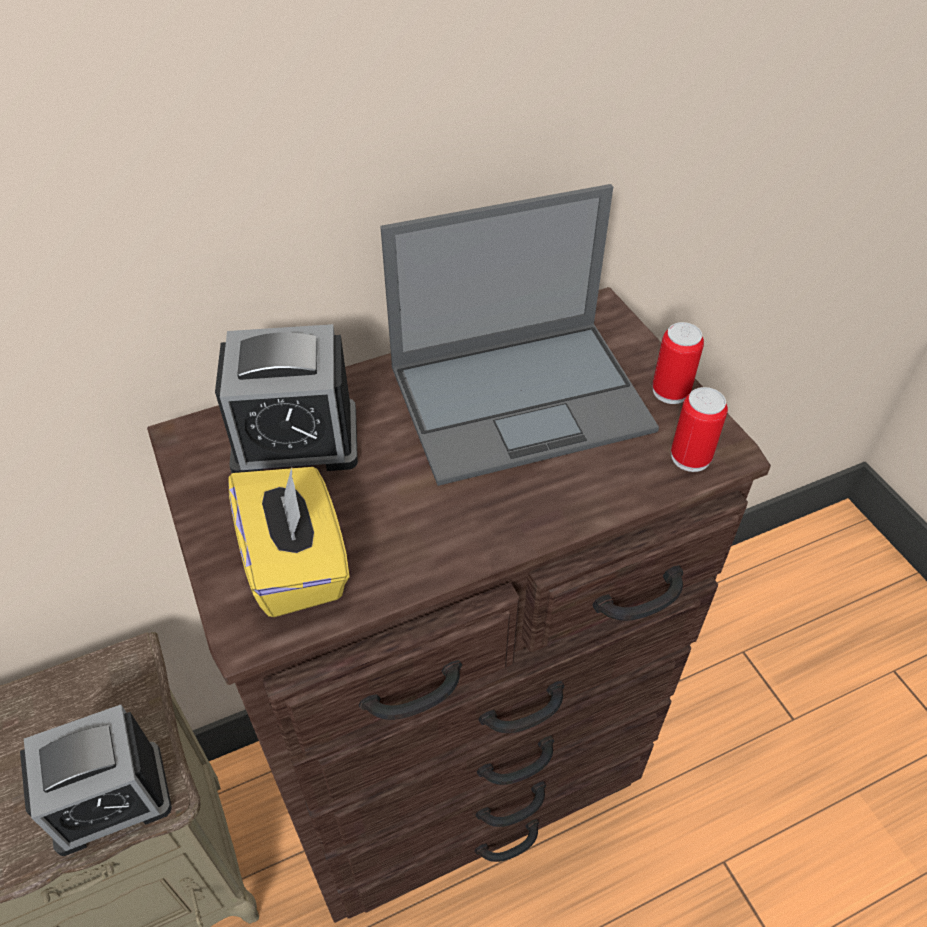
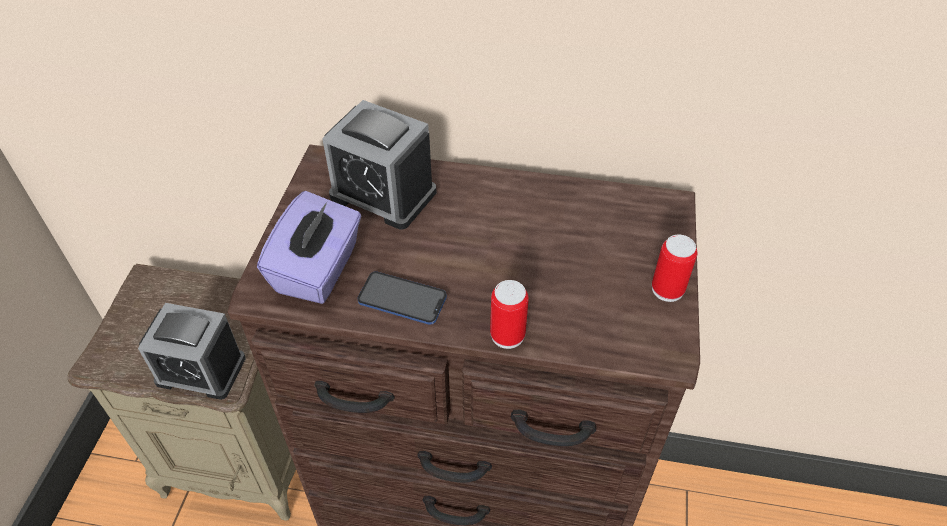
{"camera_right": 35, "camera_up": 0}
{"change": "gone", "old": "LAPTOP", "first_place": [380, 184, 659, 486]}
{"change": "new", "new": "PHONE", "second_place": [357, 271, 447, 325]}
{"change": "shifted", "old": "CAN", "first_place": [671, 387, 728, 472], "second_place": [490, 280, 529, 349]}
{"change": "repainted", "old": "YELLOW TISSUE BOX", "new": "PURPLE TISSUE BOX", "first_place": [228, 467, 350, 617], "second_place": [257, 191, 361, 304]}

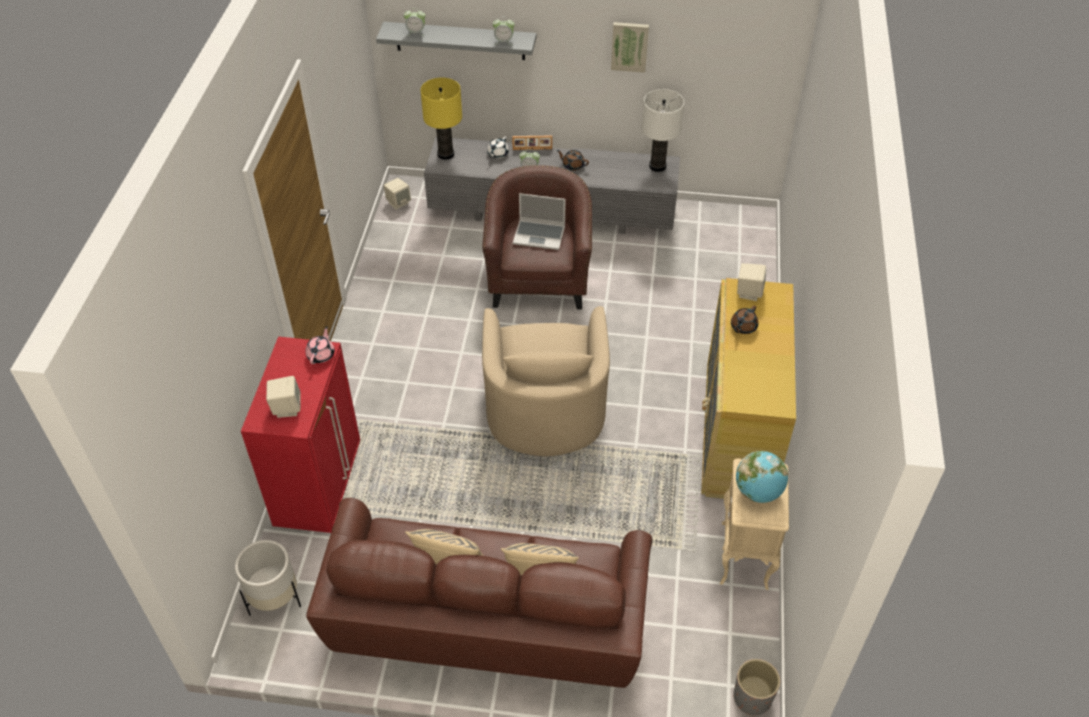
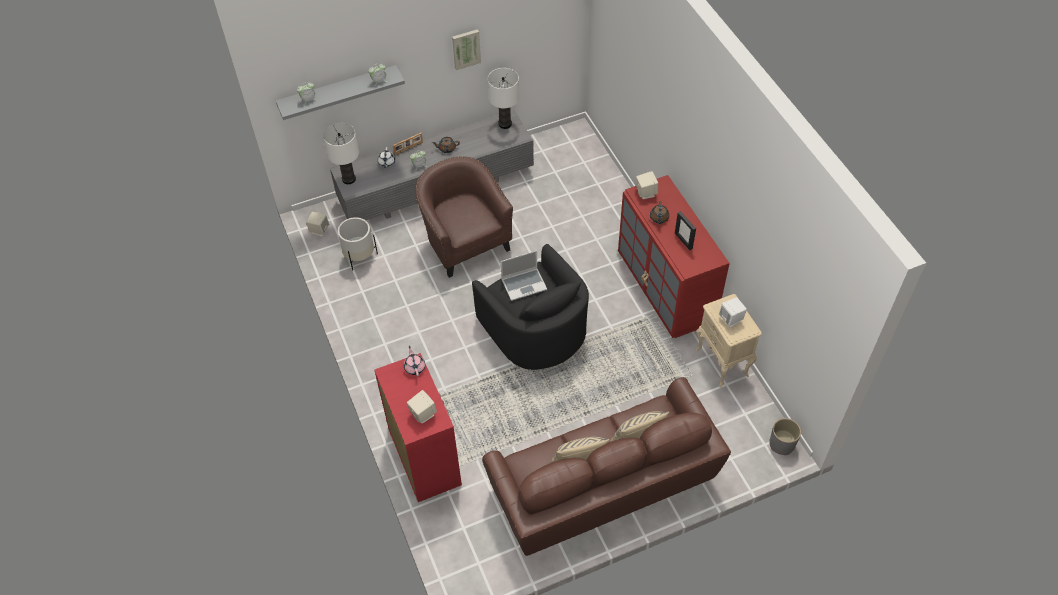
{"camera_right": -30, "camera_up": 5}
{"change": "new", "new": "PICTURE FRAME", "second_place": [675, 211, 696, 250]}
{"change": "shifted", "old": "WHITE PLANTER", "first_place": [235, 540, 301, 615], "second_place": [338, 217, 378, 271]}
{"change": "shifted", "old": "LAPTOP", "first_place": [513, 193, 566, 250], "second_place": [501, 250, 547, 301]}
{"change": "swapped", "old": "GLOBE", "new": "WHITE SPEAKER", "first_place": [736, 451, 788, 503], "second_place": [719, 297, 747, 327]}
{"change": "repainted", "old": "YELLOW TABLE LAMP", "new": "WHITE TABLE LAMP", "first_place": [421, 77, 462, 160], "second_place": [323, 123, 359, 184]}
{"change": "repainted", "old": "BEIGE ARMCHAIR", "new": "BLACK ARMCHAIR", "first_place": [482, 306, 610, 456], "second_place": [472, 244, 589, 370]}
{"change": "repainted", "old": "YELLOW CABINET", "new": "RED CABINET", "first_place": [701, 278, 796, 499], "second_place": [618, 175, 730, 338]}

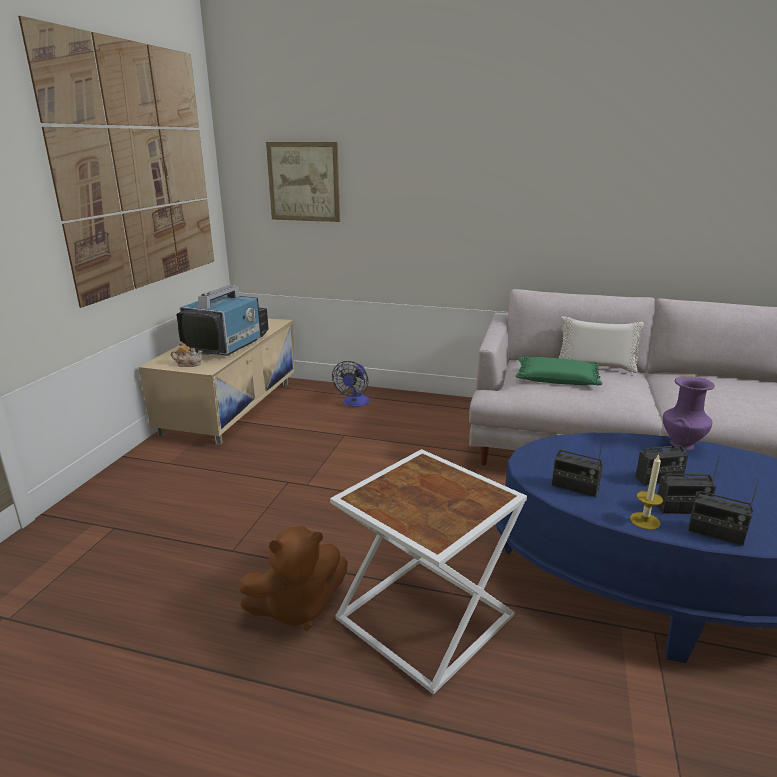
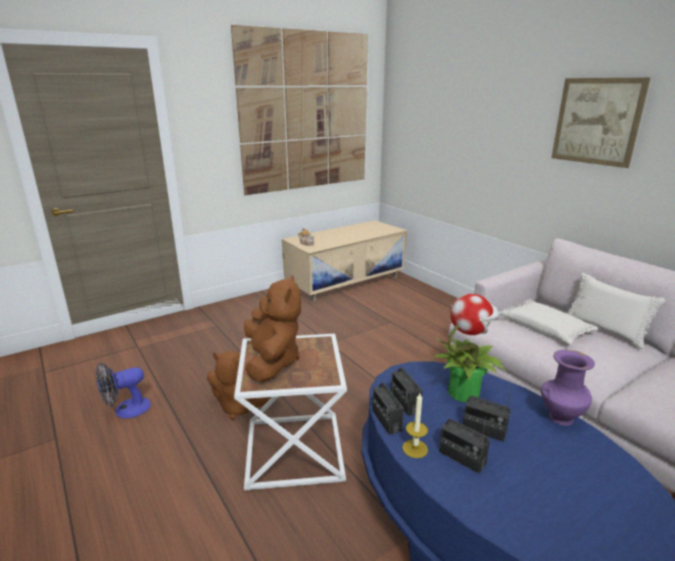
{"camera_right": 40, "camera_up": 0}
{"change": "gone", "old": "TELEVISION", "first_place": [177, 285, 269, 356]}
{"change": "new", "new": "BROWN PLUSH TOY", "second_place": [244, 274, 301, 383]}
{"change": "new", "new": "POTTED PLANT", "second_place": [433, 294, 506, 402]}
{"change": "shifted", "old": "PICTURE", "first_place": [266, 142, 340, 222], "second_place": [552, 78, 650, 168]}
{"change": "shifted", "old": "FAN", "first_place": [332, 361, 370, 407], "second_place": [96, 363, 151, 419]}
{"change": "shifted", "old": "RADIO", "first_place": [688, 479, 759, 546], "second_place": [372, 382, 404, 435]}
{"change": "repainted", "old": "GREEN PILLOW", "new": "WHITE PILLOW", "first_place": [515, 356, 603, 385], "second_place": [499, 299, 598, 344]}

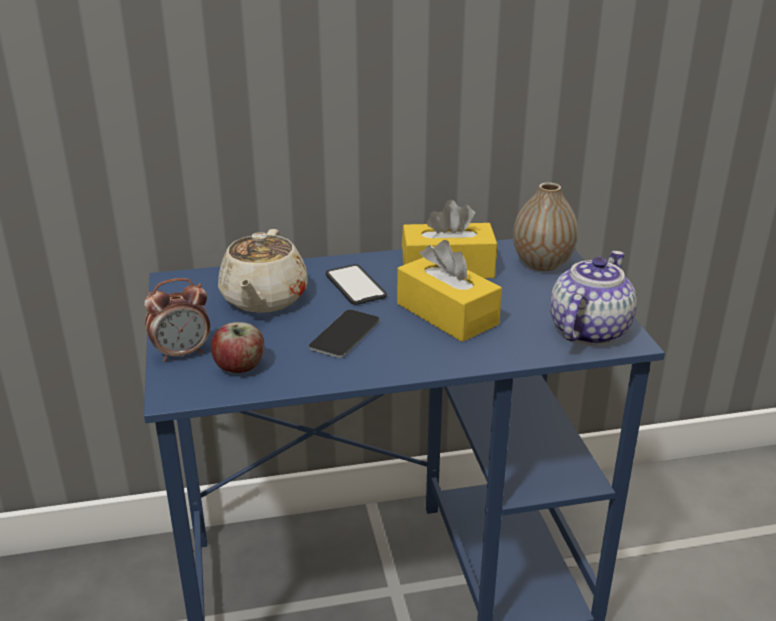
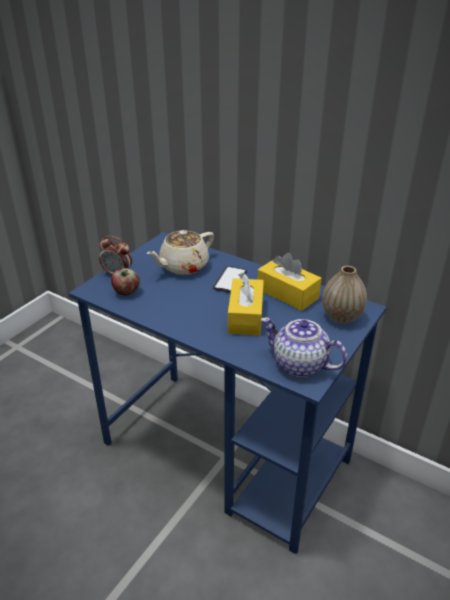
{"camera_right": 45, "camera_up": 5}
{"change": "gone", "old": "PHONE", "first_place": [309, 310, 379, 358]}
{"change": "rotated", "old": "TEAPOT", "first_place": [550, 251, 637, 345], "second_place": [261, 317, 347, 377], "degrees": -135}

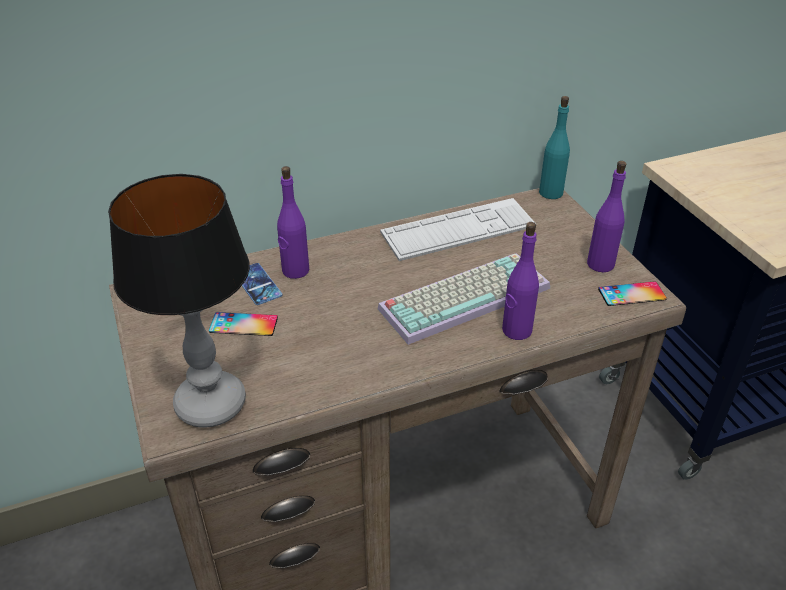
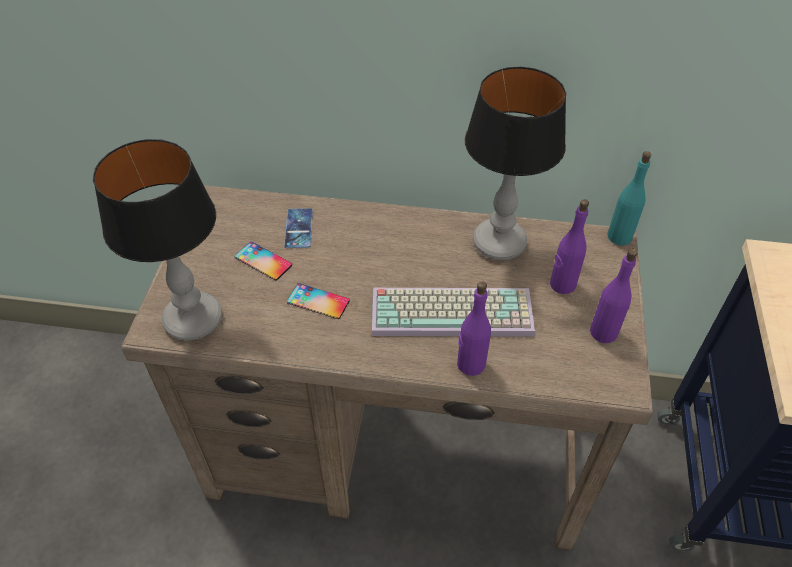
{"camera_right": 30, "camera_up": 10}
{"change": "shifted", "old": "PURPLE BOTTLE", "first_place": [277, 166, 309, 279], "second_place": [550, 199, 589, 294]}
{"change": "shifted", "old": "PHONE", "first_place": [598, 281, 667, 306], "second_place": [287, 283, 350, 319]}
{"change": "swapped", "old": "KEYBOARD", "new": "TABLE LAMP", "first_place": [380, 198, 536, 261], "second_place": [465, 67, 566, 260]}

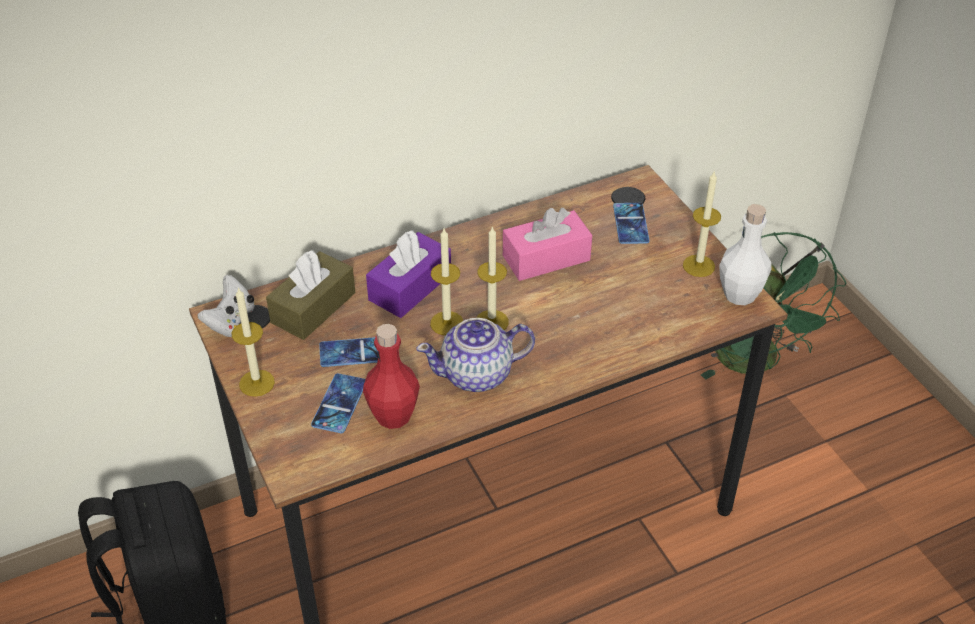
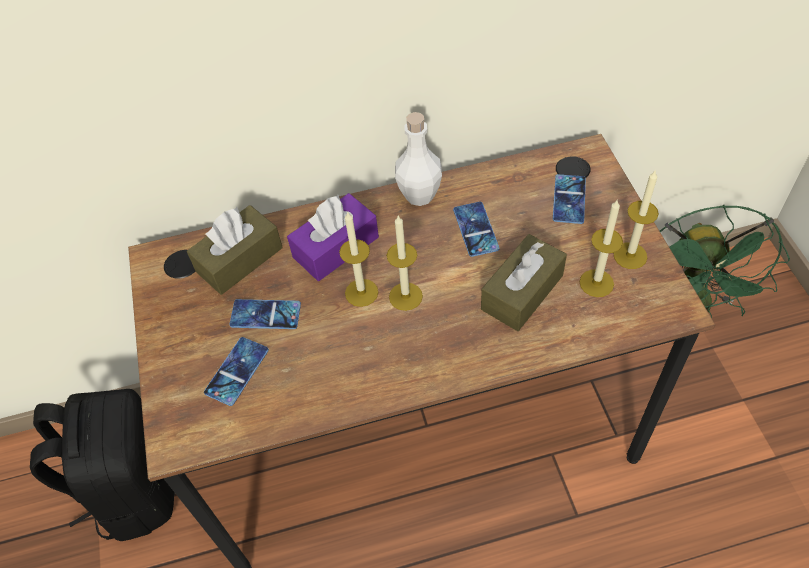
{"camera_right": 15, "camera_up": 10}
{"change": "gone", "old": "WHITE GAME CONTROLLER", "first_place": [197, 275, 255, 337]}
{"change": "gone", "old": "RED BOTTLE", "first_place": [363, 324, 420, 429]}
{"change": "gone", "old": "TEAPOT", "first_place": [416, 318, 535, 392]}
{"change": "new", "new": "BROWN TISSUE BOX", "second_place": [481, 234, 567, 331]}
{"change": "shifted", "old": "CANDLE", "first_place": [231, 287, 275, 397], "second_place": [580, 199, 623, 297]}
{"change": "shifted", "old": "WHITE BOTTLE", "first_place": [719, 204, 772, 305], "second_place": [395, 112, 442, 206]}
{"change": "swapped", "old": "PINK TISSUE BOX", "new": "PHONE", "first_place": [503, 208, 592, 281], "second_place": [453, 202, 499, 257]}

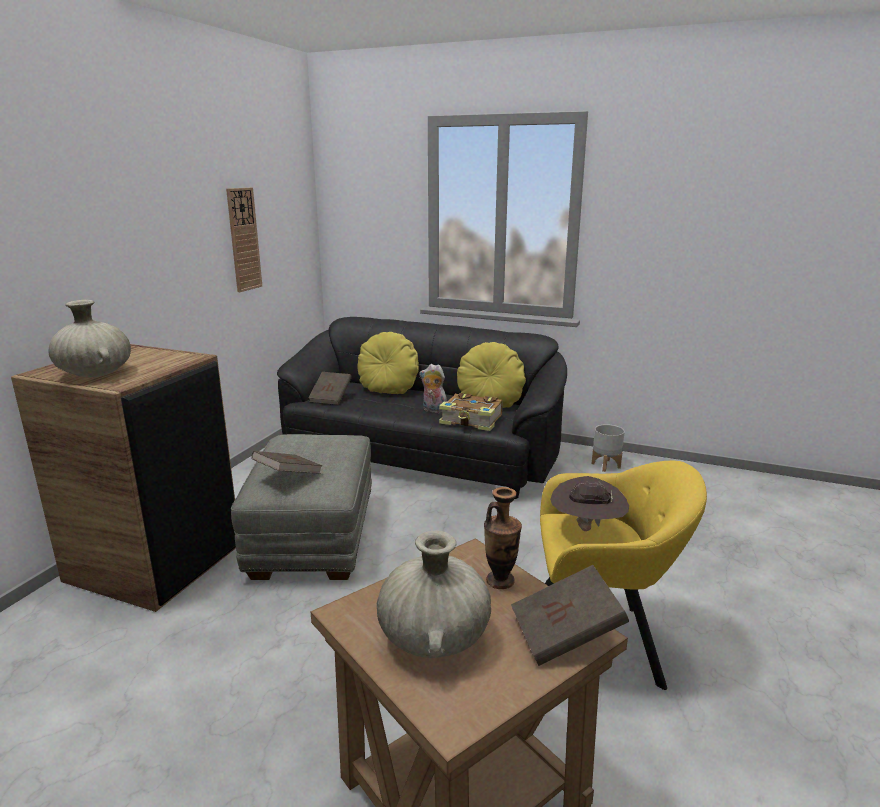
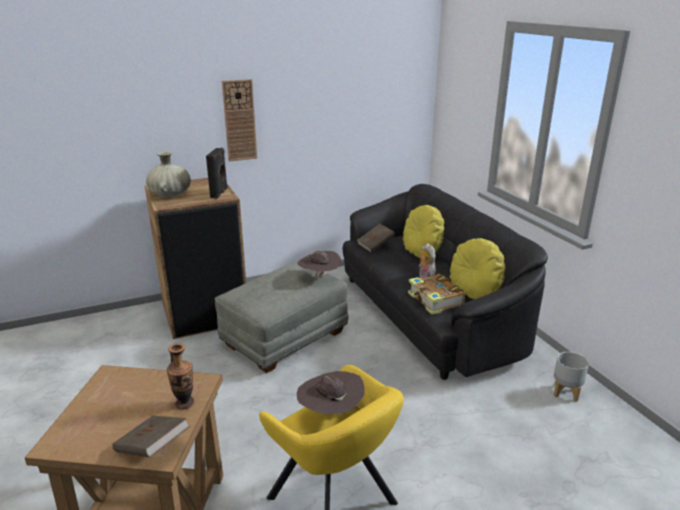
{"camera_right": 45, "camera_up": 5}
{"change": "gone", "old": "BROWN BOOK", "first_place": [252, 451, 323, 474]}
{"change": "gone", "old": "BEIGE VASE", "first_place": [377, 531, 491, 658]}
{"change": "new", "new": "BLACK SPEAKER", "second_place": [206, 148, 228, 199]}
{"change": "new", "new": "BROWN HAT", "second_place": [297, 250, 341, 278]}
{"change": "shifted", "old": "WALL CLOCK", "first_place": [226, 188, 262, 292], "second_place": [222, 79, 257, 162]}

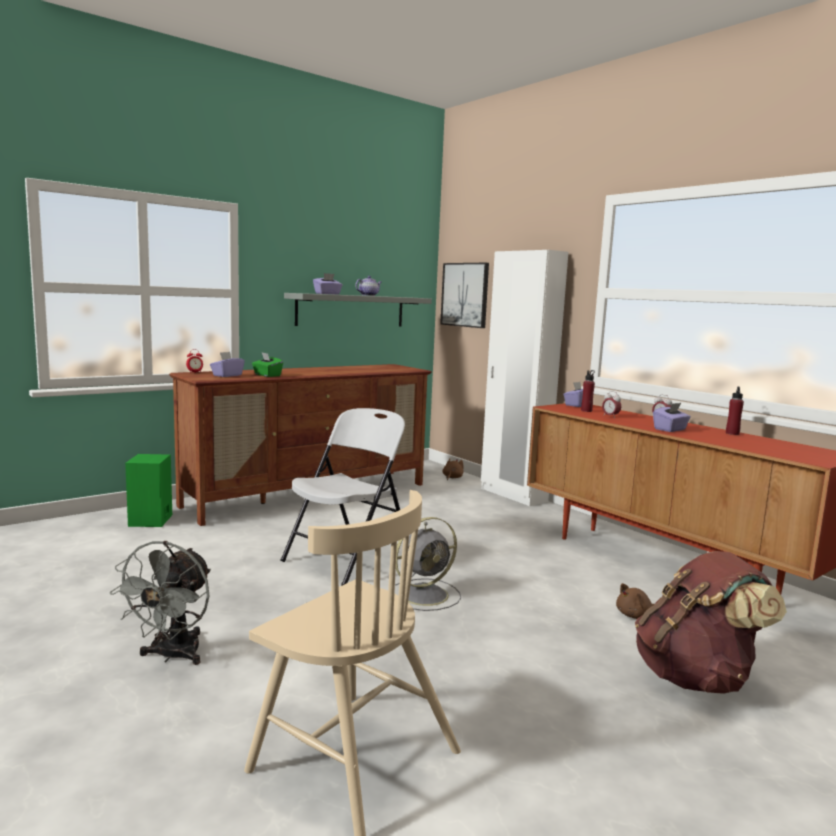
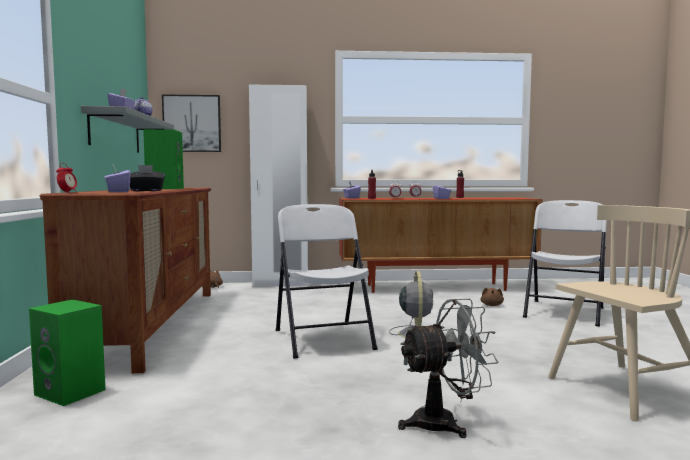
{"camera_right": -55, "camera_up": -5}
{"change": "new", "new": "GREEN SPEAKER", "second_place": [143, 129, 184, 189]}
{"change": "swapped", "old": "BROWN BACKPACK", "new": "WHITE CHAIR", "first_place": [635, 551, 787, 694], "second_place": [523, 200, 607, 327]}
{"change": "repainted", "old": "GREEN TISSUE BOX", "new": "BLACK TISSUE BOX", "first_place": [252, 352, 283, 377], "second_place": [130, 165, 165, 191]}
{"change": "rotated", "old": "GREY FAN", "first_place": [110, 541, 211, 665], "second_place": [398, 299, 498, 438], "degrees": -60}

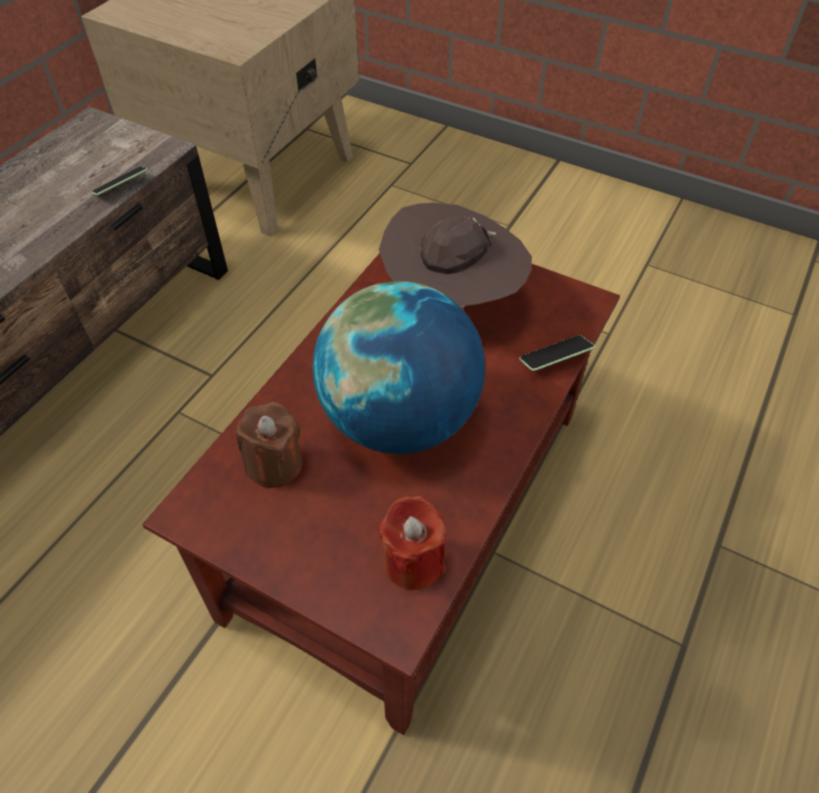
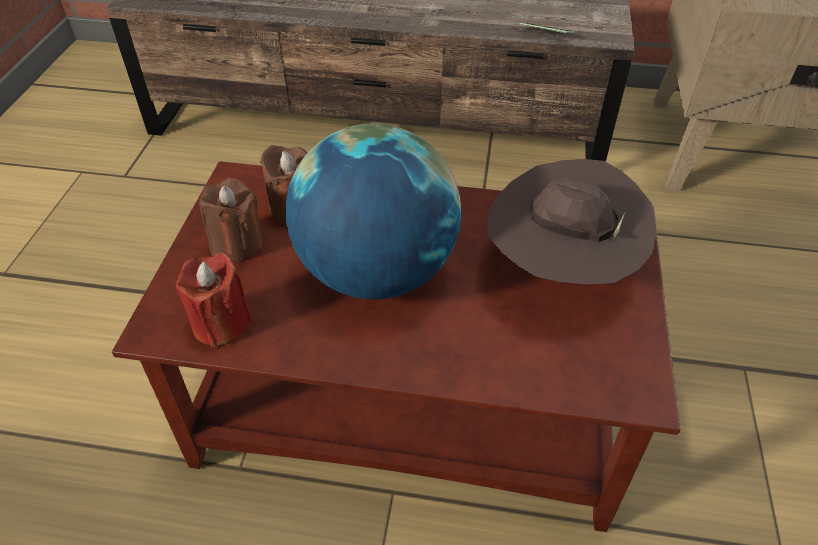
{"camera_right": 70, "camera_up": -5}
{"change": "gone", "old": "PHONE", "first_place": [519, 335, 595, 371]}
{"change": "new", "new": "BROWN CANDLE", "second_place": [199, 178, 263, 262]}

